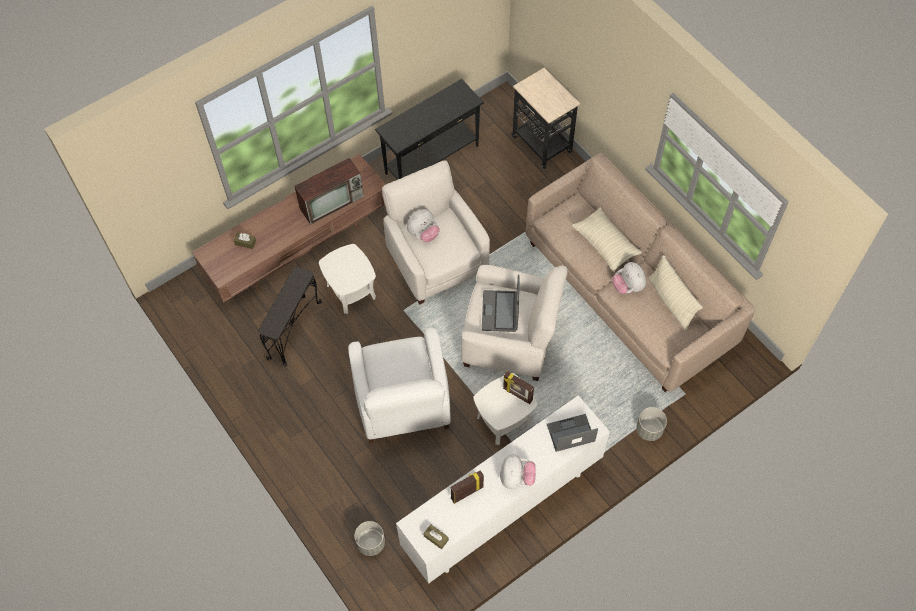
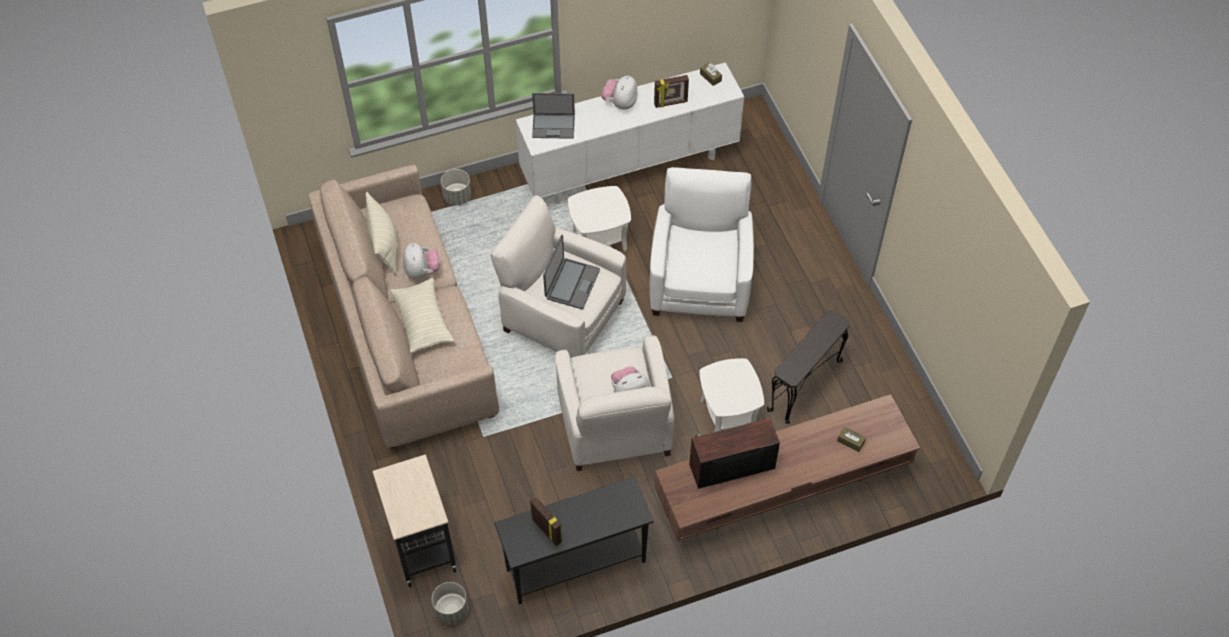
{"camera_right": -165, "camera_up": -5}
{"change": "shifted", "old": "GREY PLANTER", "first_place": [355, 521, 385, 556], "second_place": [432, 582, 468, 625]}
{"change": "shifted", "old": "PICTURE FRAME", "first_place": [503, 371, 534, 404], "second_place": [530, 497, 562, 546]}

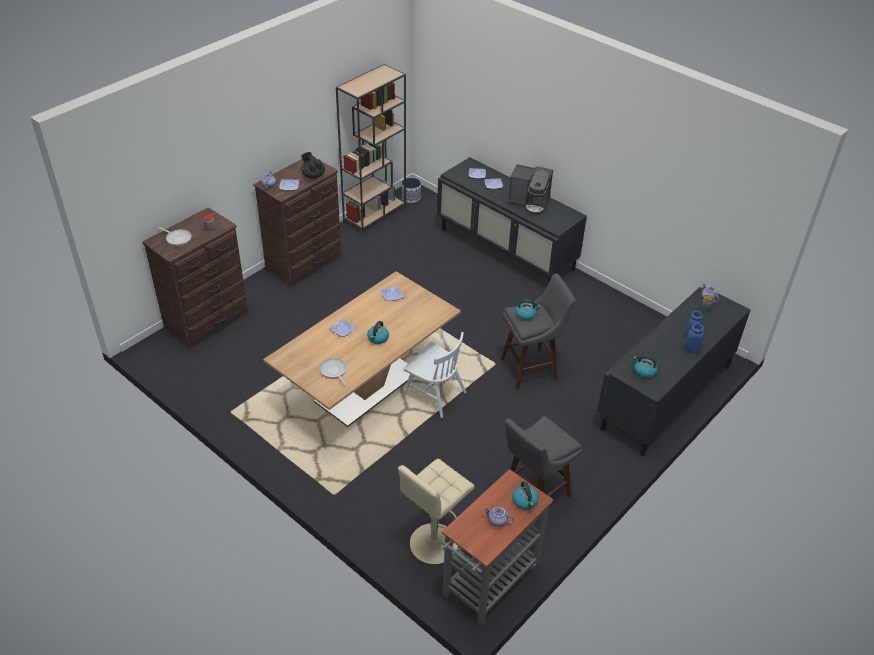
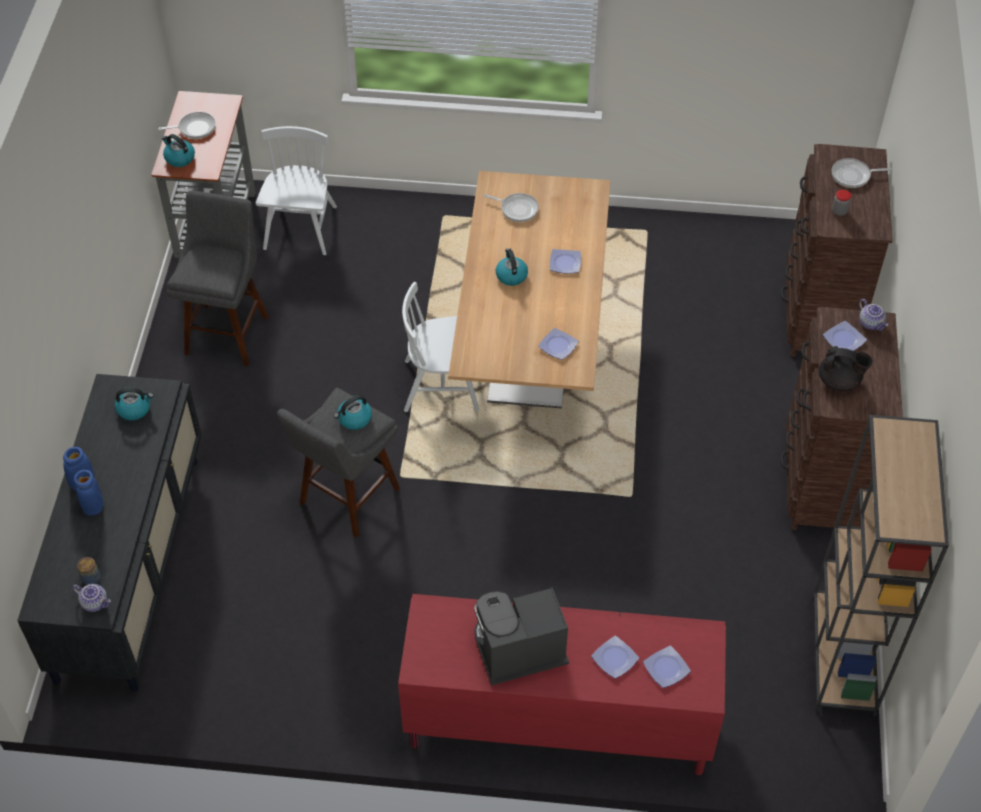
{"camera_right": 145, "camera_up": 10}
{"change": "gone", "old": "PLANTER", "first_place": [402, 178, 421, 203]}
{"change": "swapped", "old": "BEIGE STOOL", "new": "WHITE CHAIR", "first_place": [398, 458, 474, 564], "second_place": [256, 126, 337, 255]}
{"change": "swapped", "old": "TEAPOT", "new": "FRYING PAN", "first_place": [483, 507, 514, 527], "second_place": [158, 112, 216, 139]}
{"change": "repainted", "old": "BLACK CABINET", "new": "RED CABINET", "first_place": [437, 157, 587, 283], "second_place": [398, 594, 726, 775]}

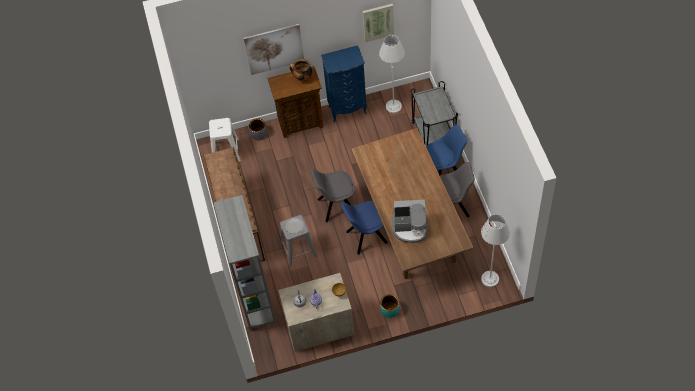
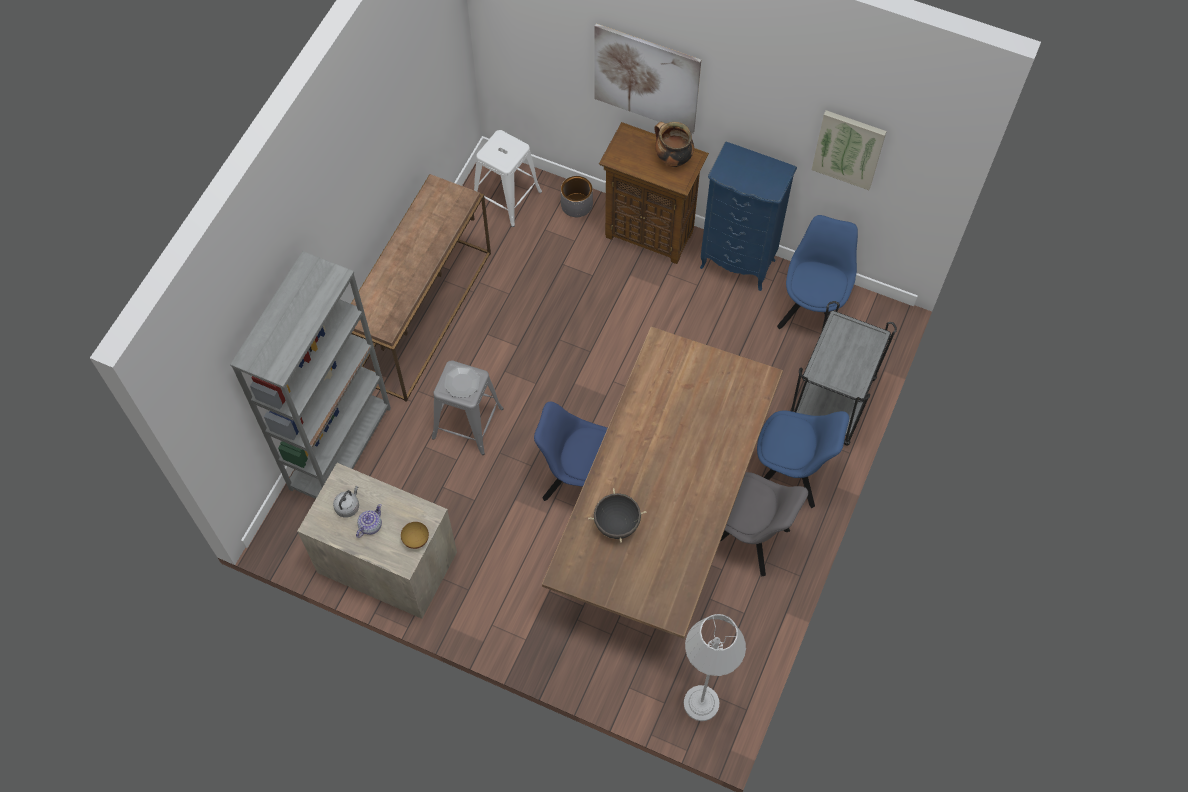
{"camera_right": 35, "camera_up": 5}
{"change": "gone", "old": "GREY CHAIR", "first_place": [310, 169, 355, 222]}
{"change": "gone", "old": "TURQUOISE PLANTER", "first_place": [380, 294, 399, 318]}
{"change": "swapped", "old": "GREY FLOOR LAMP", "new": "BLUE CHAIR", "first_place": [379, 35, 405, 113], "second_place": [777, 215, 858, 329]}
{"change": "swapped", "old": "COFFEE MACHINE", "new": "BLACK COOKING POT", "first_place": [391, 200, 427, 243], "second_place": [588, 488, 647, 543]}

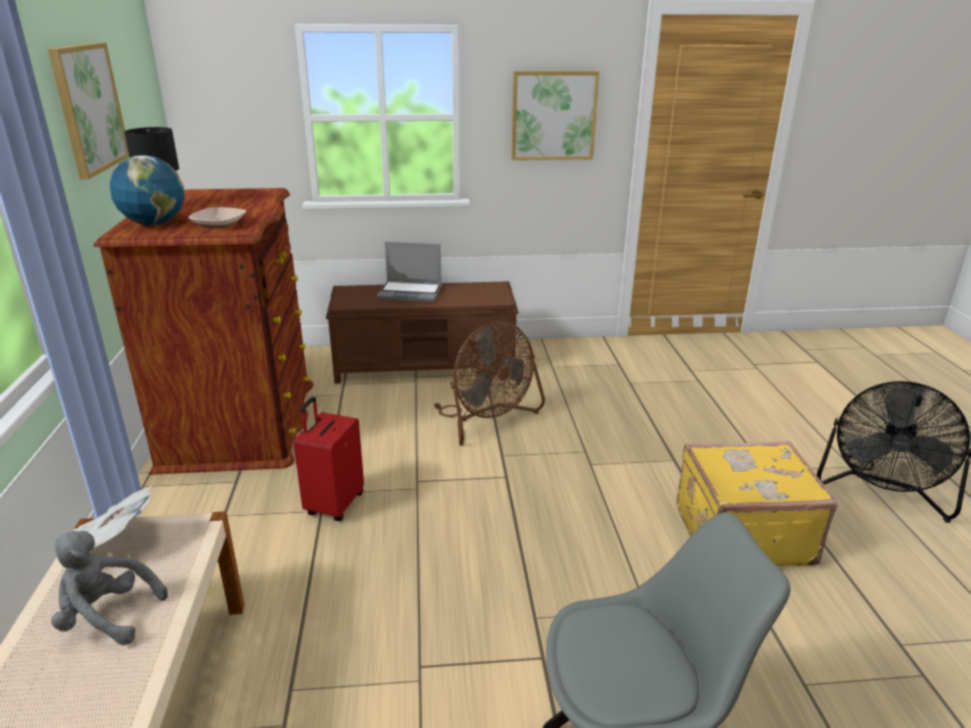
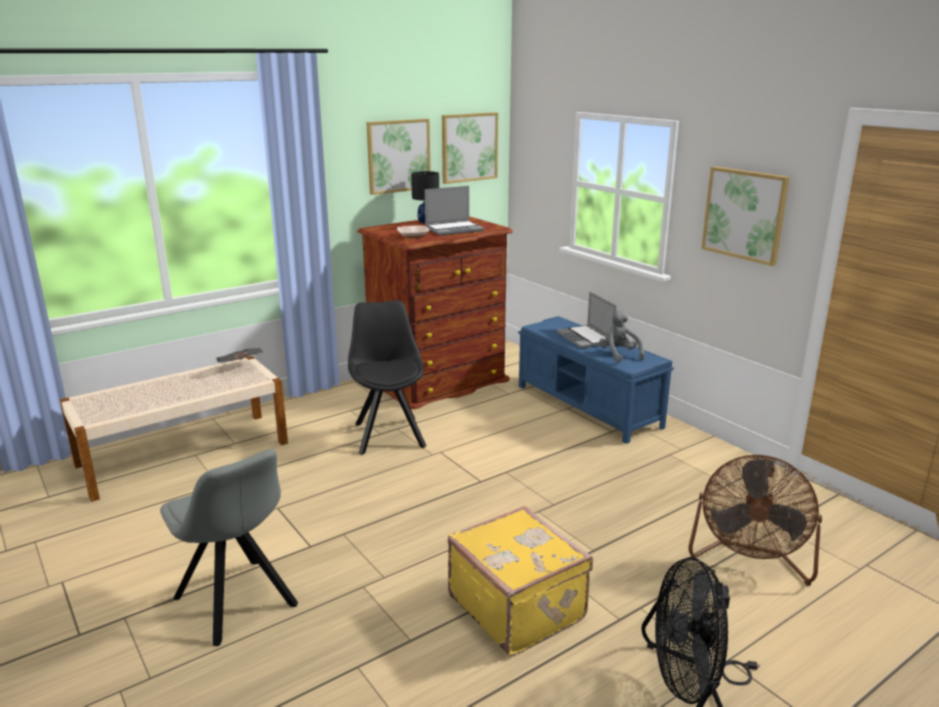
{"camera_right": 60, "camera_up": -5}
{"change": "gone", "old": "GLOBE", "first_place": [110, 155, 185, 225]}
{"change": "new", "new": "LAPTOP", "second_place": [425, 186, 485, 236]}
{"change": "new", "new": "PICTURE", "second_place": [442, 112, 498, 184]}
{"change": "shifted", "old": "GREY PLUSH TOY", "first_place": [51, 531, 168, 645], "second_place": [599, 310, 645, 363]}
{"change": "shifted", "old": "BROWN FAN", "first_place": [434, 321, 545, 446], "second_place": [689, 455, 822, 586]}
{"change": "swapped", "old": "RED SUITCASE", "new": "BLACK CHAIR", "first_place": [294, 397, 364, 521], "second_place": [348, 300, 426, 455]}
{"change": "repainted", "old": "BROWN BENCH", "new": "BLUE BENCH", "first_place": [326, 281, 519, 384], "second_place": [518, 316, 674, 444]}

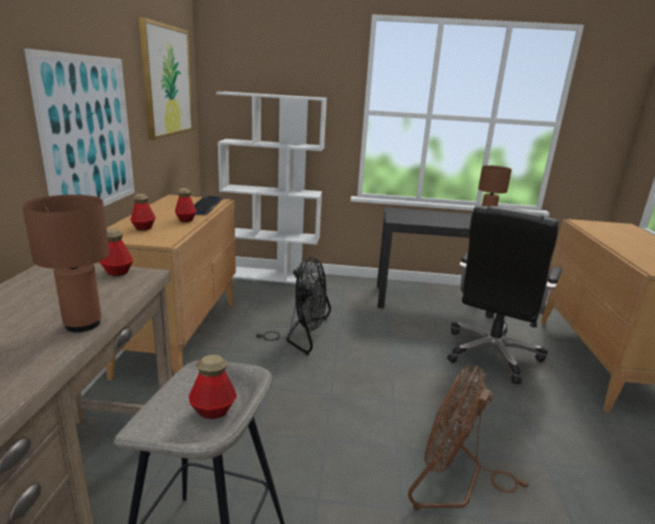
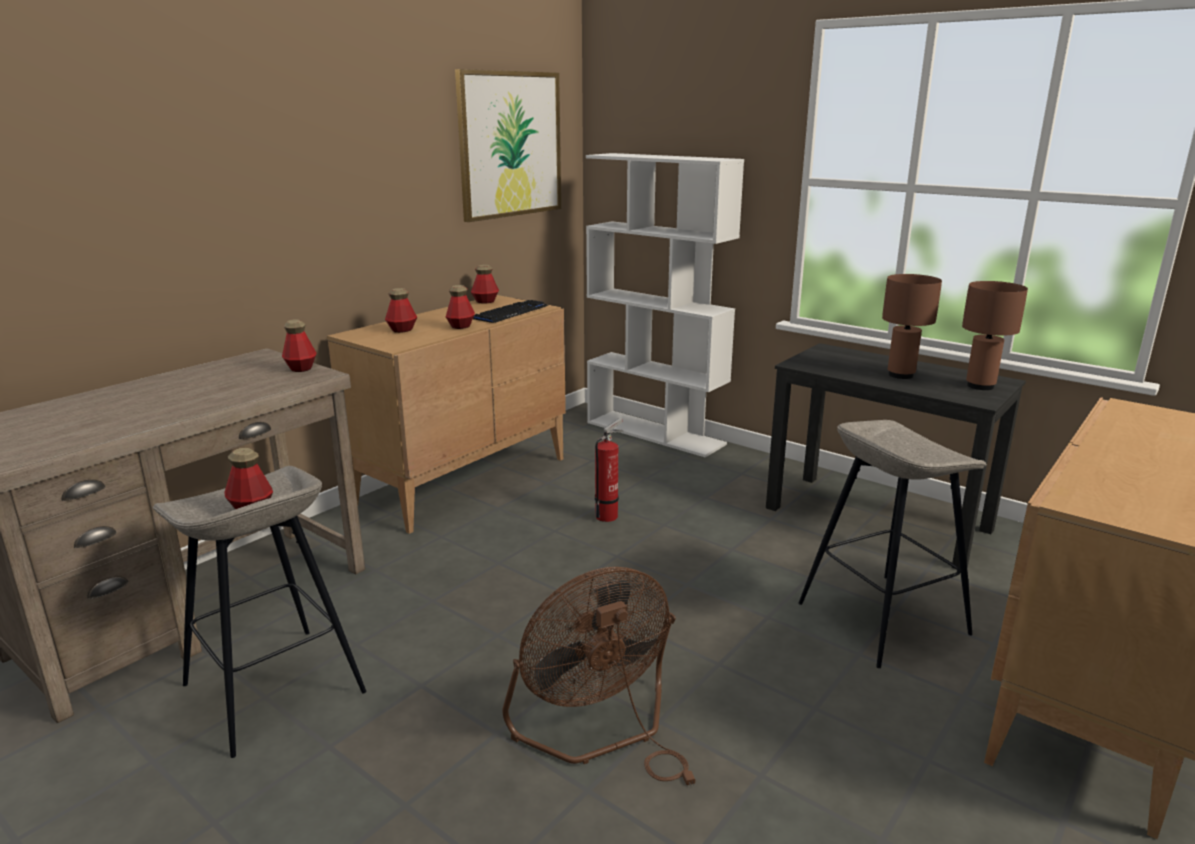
{"camera_right": 35, "camera_up": 0}
{"change": "gone", "old": "PICTURE", "first_place": [24, 48, 135, 206]}
{"change": "new", "new": "BOTTLE", "second_place": [471, 265, 499, 303]}
{"change": "shifted", "old": "BROWN TABLE LAMP", "first_place": [22, 195, 109, 332], "second_place": [882, 274, 942, 379]}
{"change": "swapped", "old": "BLACK FAN", "new": "FIRE EXTINGUISHER", "first_place": [256, 257, 331, 356], "second_place": [595, 418, 624, 522]}
{"change": "swapped", "old": "BLACK OFFICE CHAIR", "new": "GREY STOOL", "first_place": [447, 206, 562, 384], "second_place": [798, 420, 987, 668]}

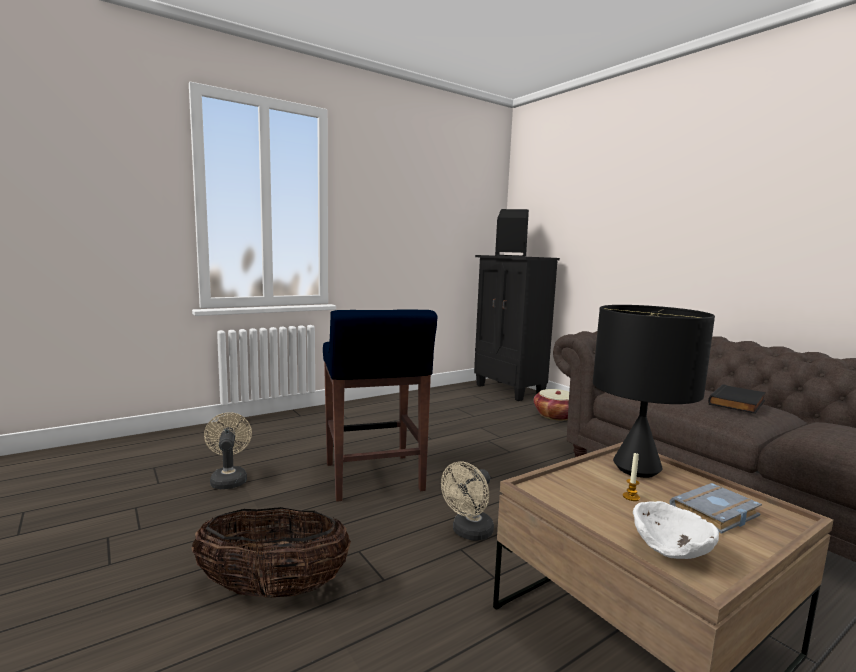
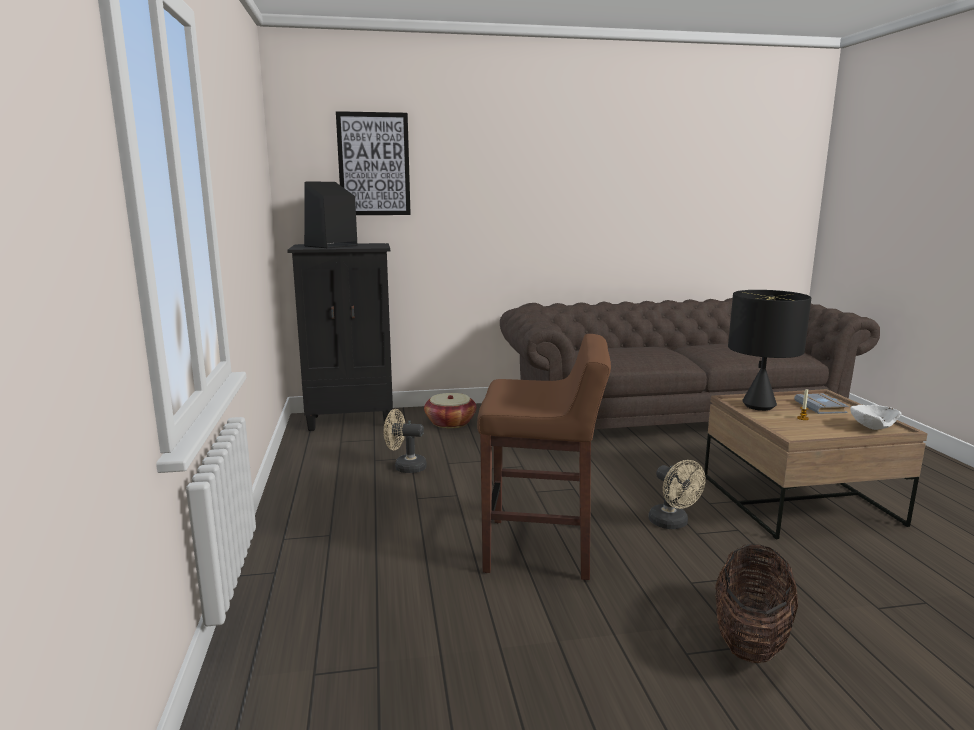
{"camera_right": -65, "camera_up": 5}
{"change": "gone", "old": "BLACK BOOK", "first_place": [708, 384, 766, 414]}
{"change": "new", "new": "PICTURE", "second_place": [336, 111, 411, 215]}
{"change": "shifted", "old": "BEIGE FAN", "first_place": [204, 412, 252, 489], "second_place": [384, 409, 427, 473]}
{"change": "repainted", "old": "BLUE STOOL", "new": "BROWN STOOL", "first_place": [323, 310, 438, 502], "second_place": [477, 334, 611, 580]}

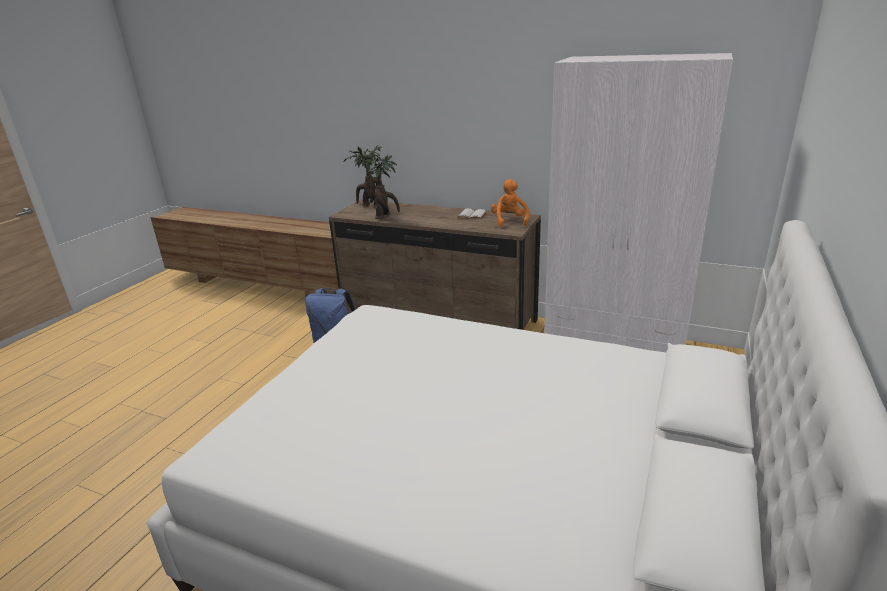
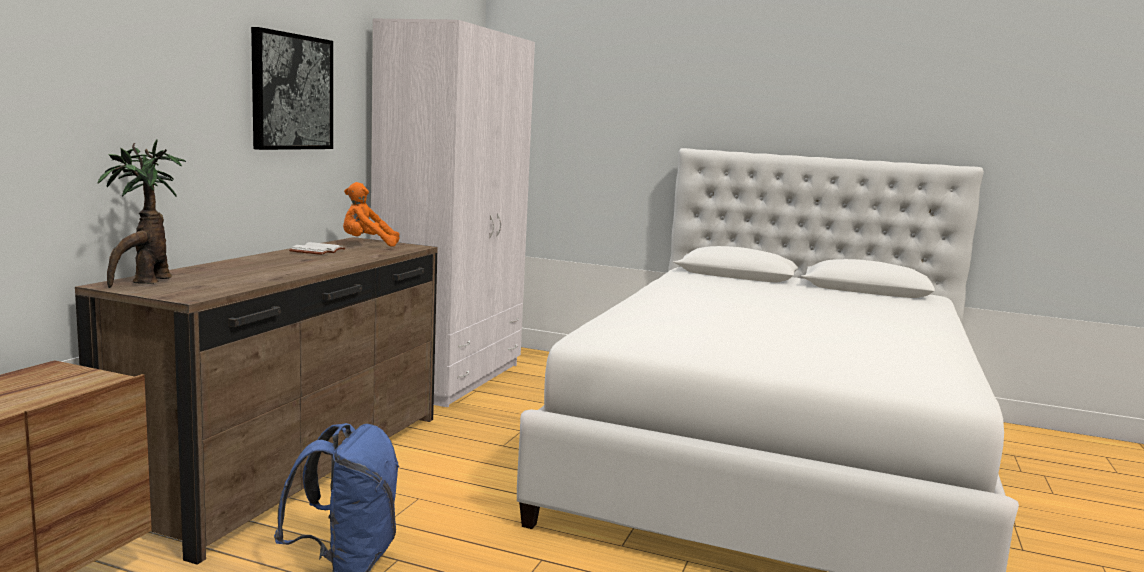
{"camera_right": -95, "camera_up": -15}
{"change": "gone", "old": "POTTED PLANT", "first_place": [363, 150, 400, 219]}
{"change": "new", "new": "PICTURE", "second_place": [251, 27, 333, 150]}

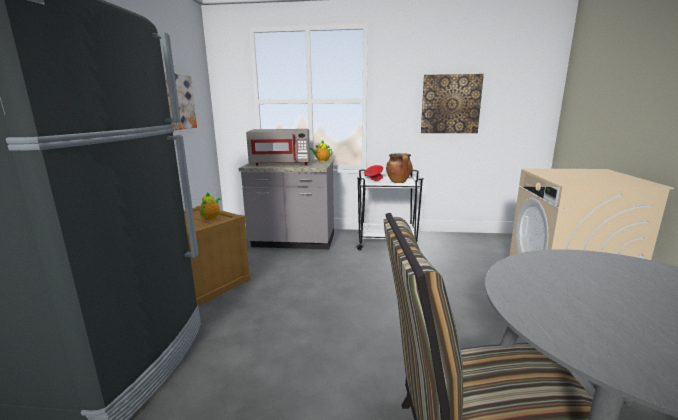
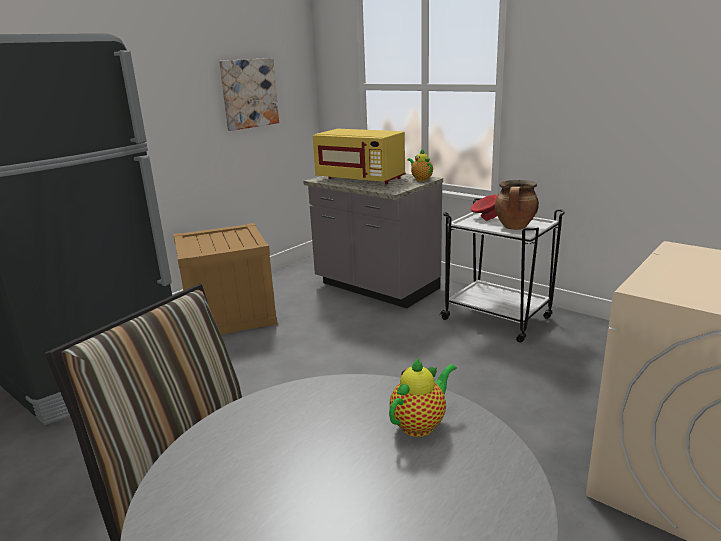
{"camera_right": 35, "camera_up": 5}
{"change": "gone", "old": "PICTURE", "first_place": [421, 74, 484, 133]}
{"change": "shifted", "old": "TEAPOT", "first_place": [199, 192, 221, 220], "second_place": [389, 358, 457, 437]}
{"change": "repainted", "old": "GREY MICROWAVE", "new": "YELLOW MICROWAVE", "first_place": [246, 129, 310, 166], "second_place": [313, 129, 406, 184]}

